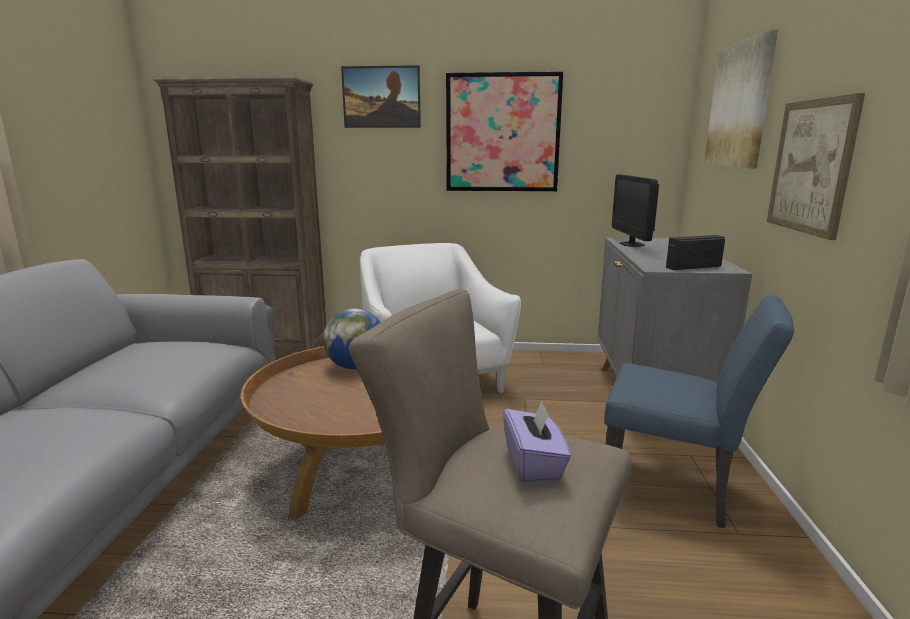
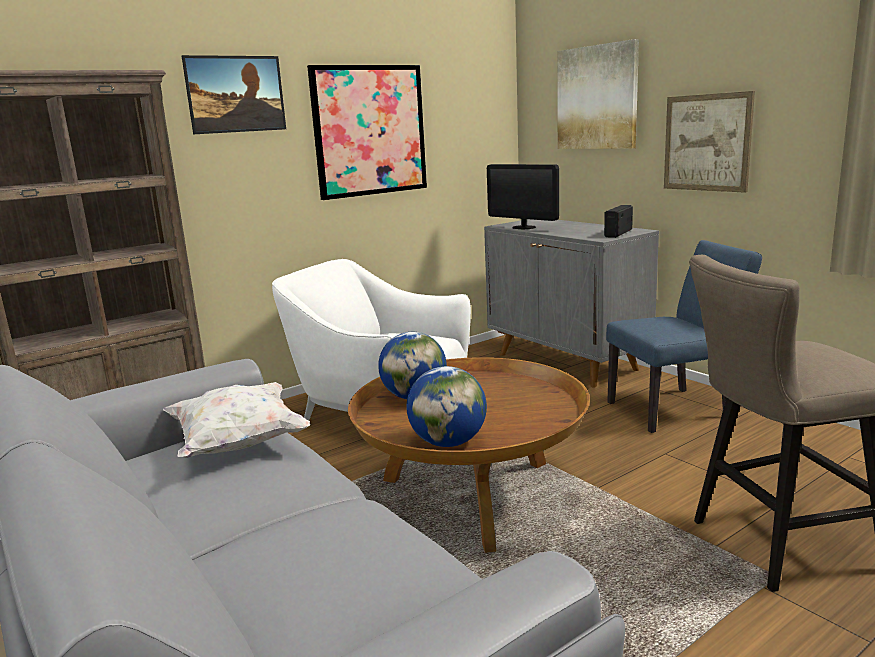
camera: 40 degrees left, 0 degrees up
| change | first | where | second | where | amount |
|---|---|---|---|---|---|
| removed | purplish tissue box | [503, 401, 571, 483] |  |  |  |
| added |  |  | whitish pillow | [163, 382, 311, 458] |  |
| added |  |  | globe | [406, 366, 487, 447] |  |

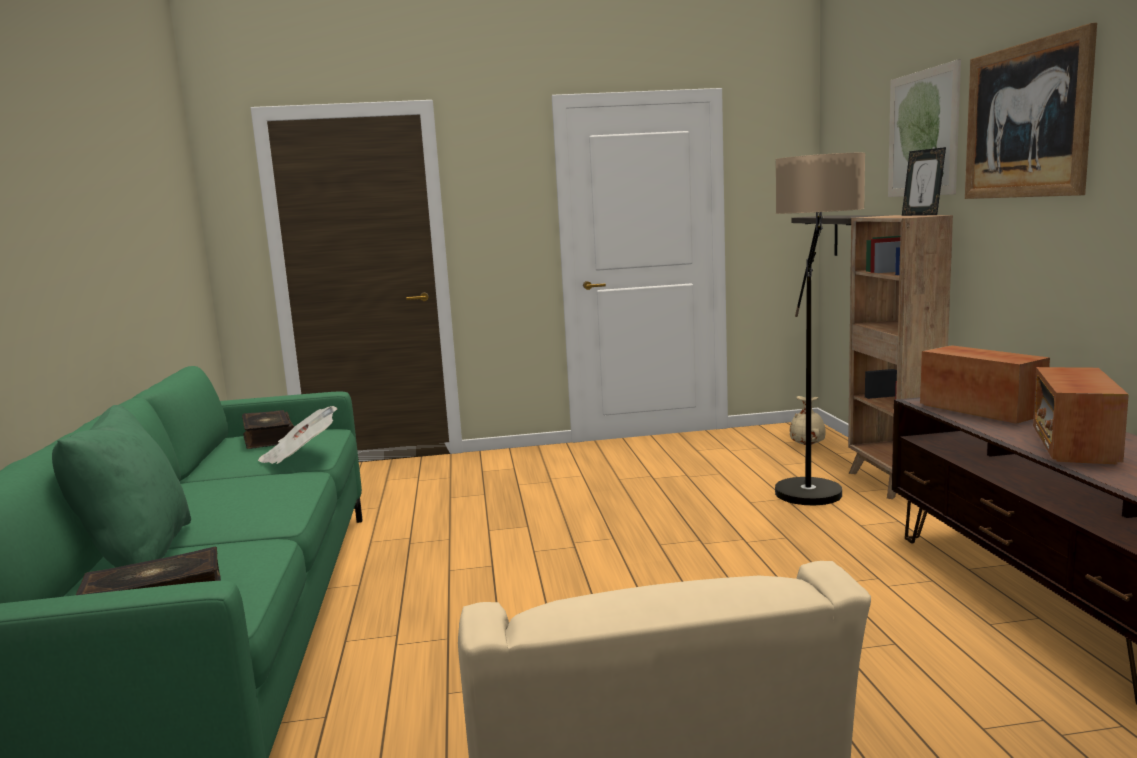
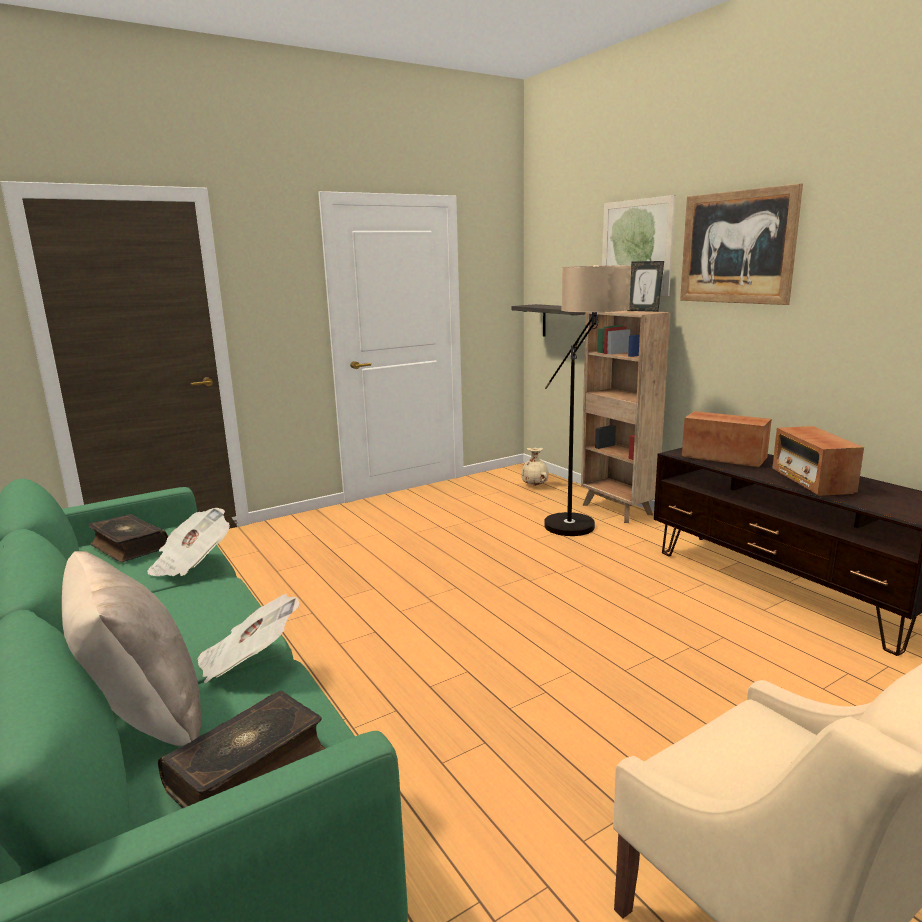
camera: 25 degrees left, 5 degrees up
| change | first | where | second | where | amount |
|---|---|---|---|---|---|
| recoloured | green-coloured pillow | [52, 405, 191, 567] | sand-coloured pillow | [62, 551, 201, 746] |  |
| added |  |  | printed paper | [197, 594, 299, 683] |  |

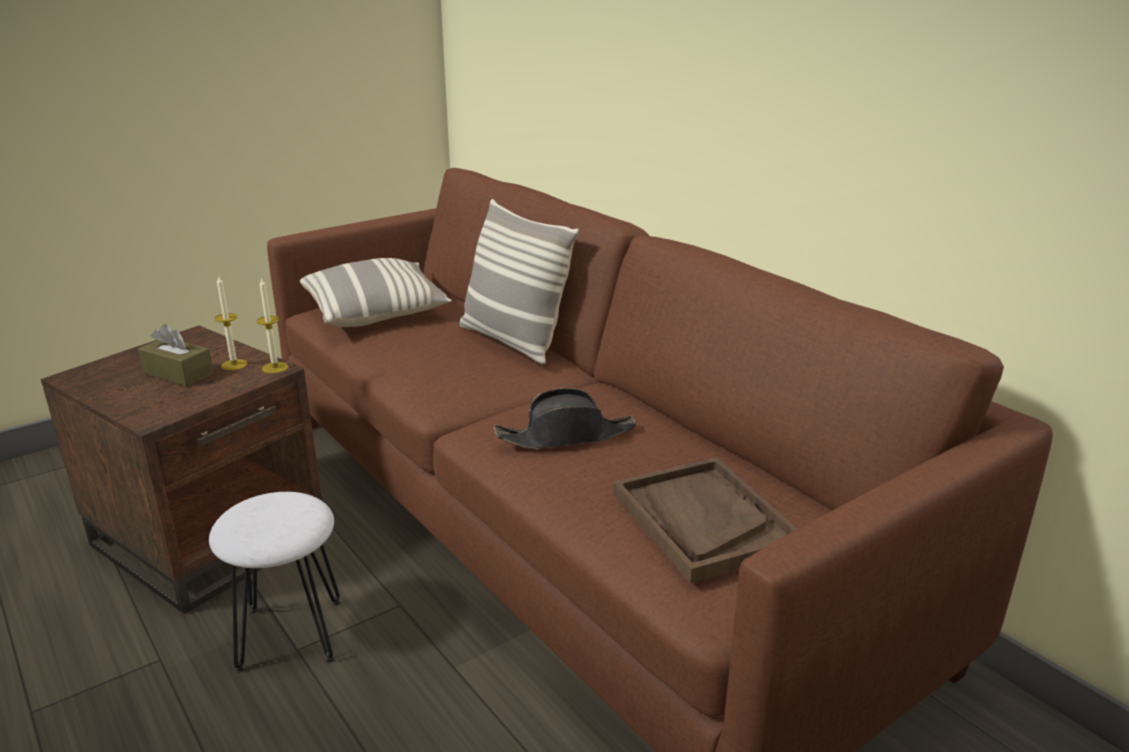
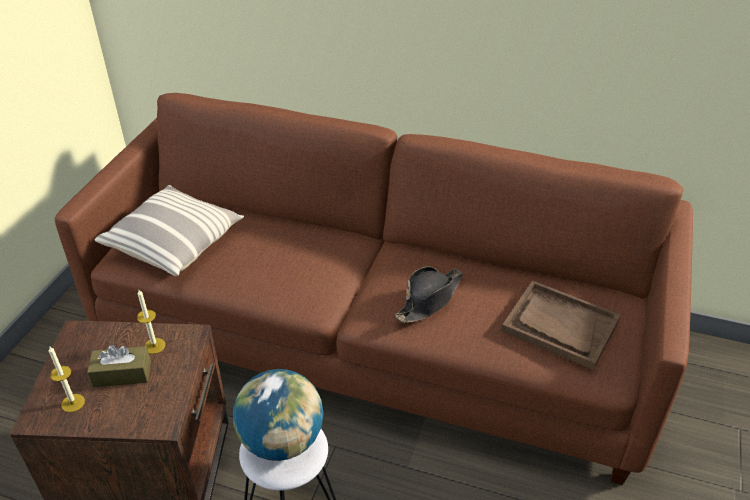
camera: 35 degrees left, 15 degrees up
| change | first | where | second | where | amount |
|---|---|---|---|---|---|
| moved | wax light | [256, 277, 288, 374] |  | [49, 347, 85, 412] |  |
| removed | pillow | [460, 199, 579, 365] |  |  |  |
| added |  |  | globe | [233, 369, 323, 461] |  |

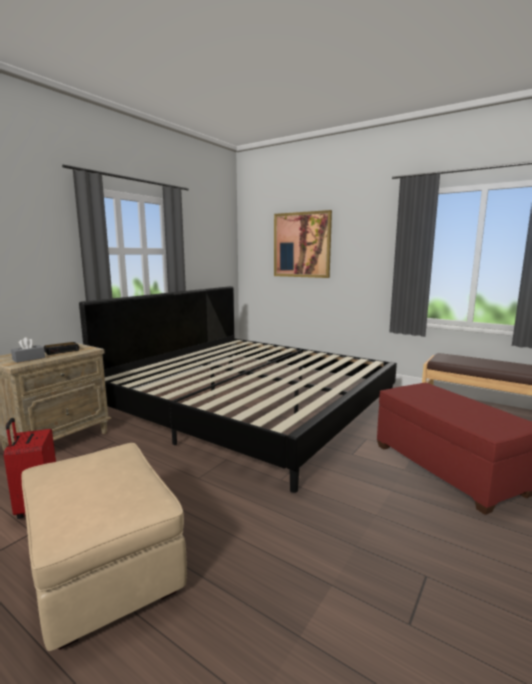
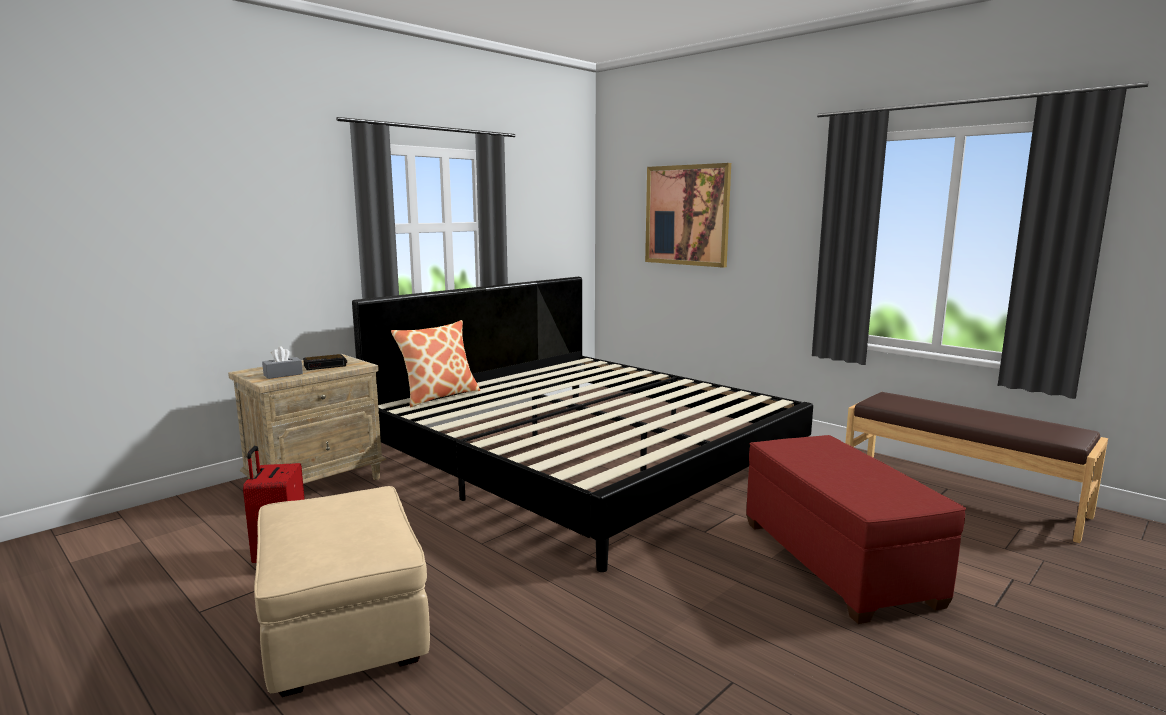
camera: 10 degrees right, 0 degrees up
| change | first | where | second | where | amount |
|---|---|---|---|---|---|
| added |  |  | pillow | [391, 320, 480, 407] |  |

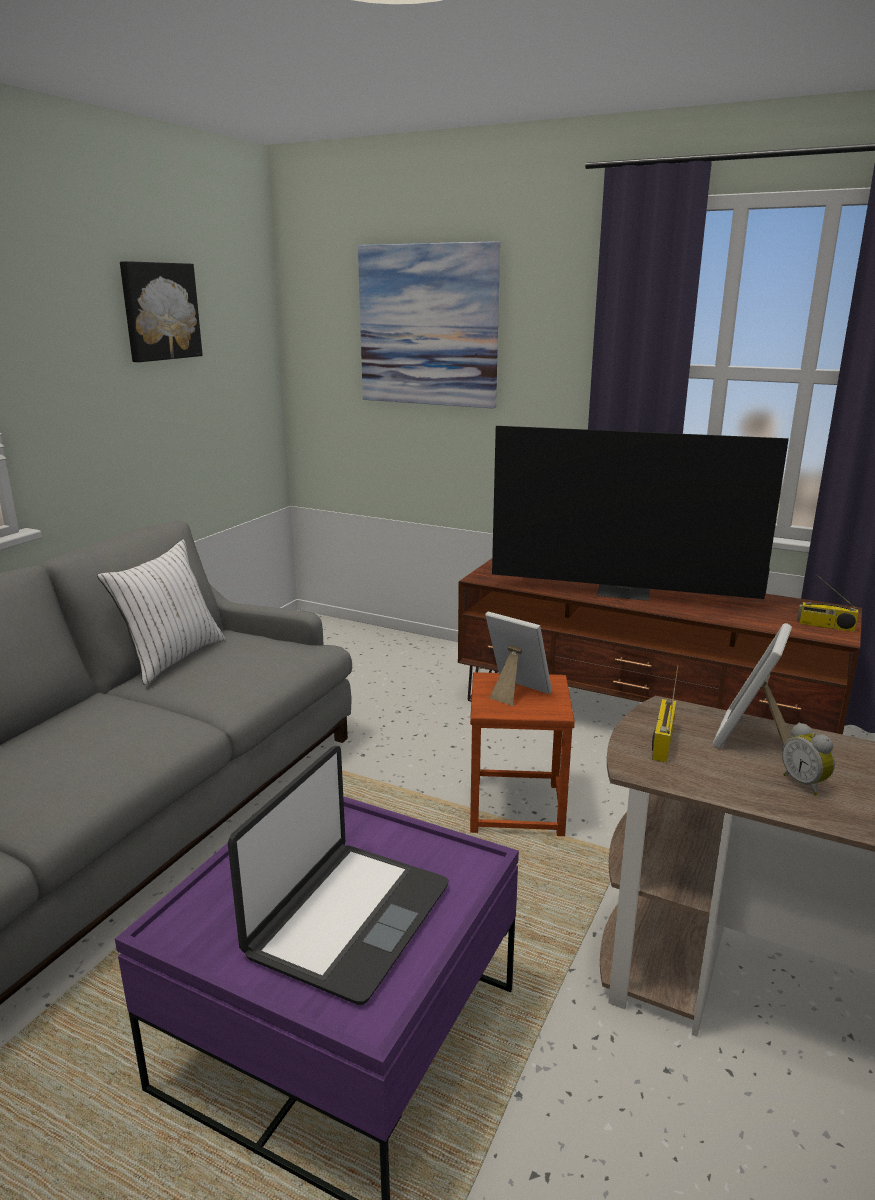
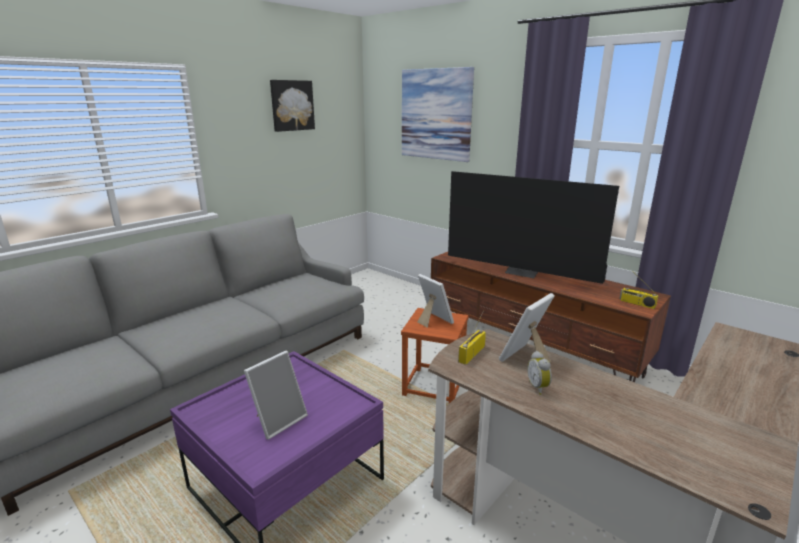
camera: 15 degrees right, 0 degrees up
| change | first | where | second | where | amount |
|---|---|---|---|---|---|
| removed | whitish pillow | [97, 540, 225, 685] |  |  |  |
| replaced | portable computer | [228, 746, 448, 1005] | picture frame | [244, 351, 308, 440] |  |

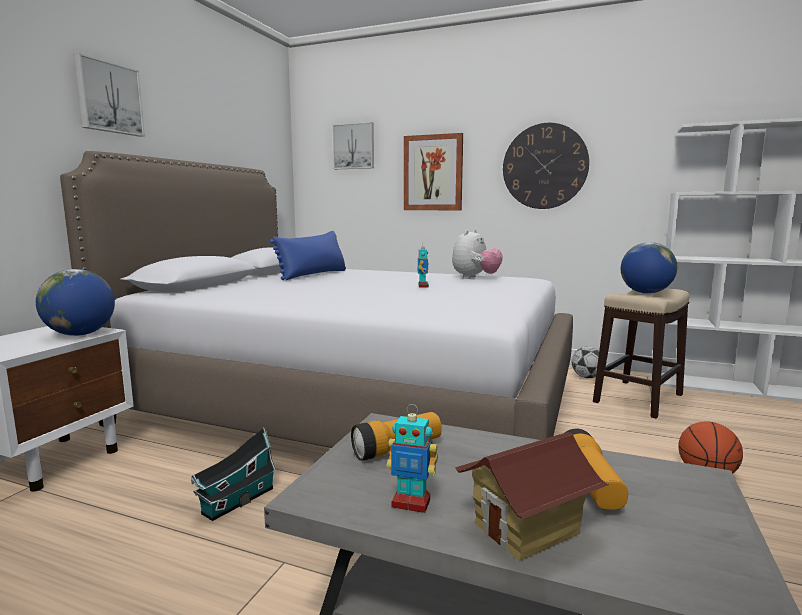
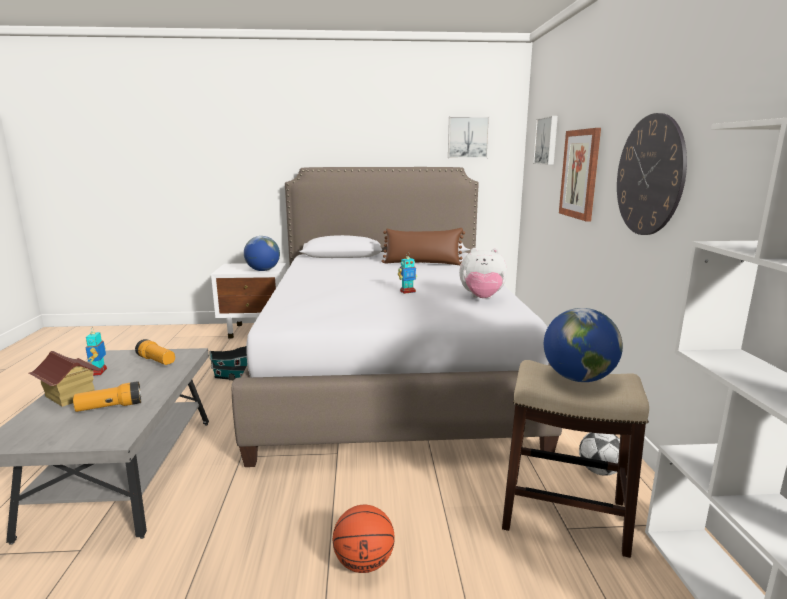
camera: 65 degrees right, 5 degrees up
| change | first | where | second | where | amount |
|---|---|---|---|---|---|
| moved | wall art | [74, 53, 145, 137] |  | [448, 116, 490, 158] |  |
| recoloured | bluish pillow | [270, 231, 346, 280] | brown-coloured pillow | [381, 228, 465, 265] |  |

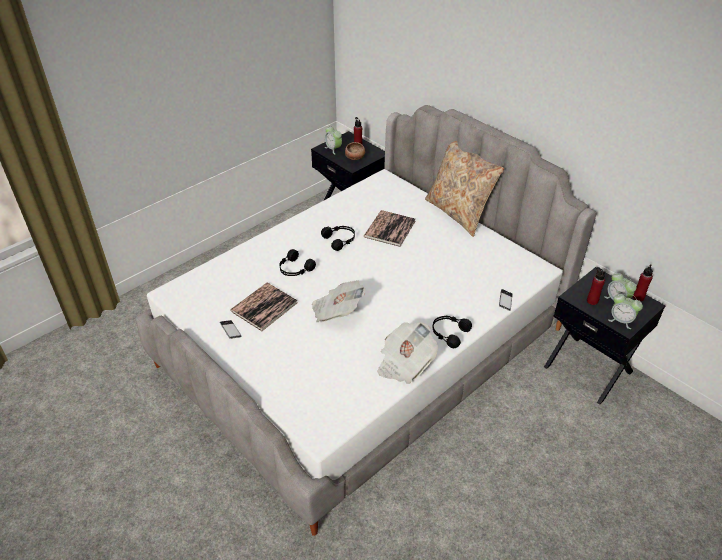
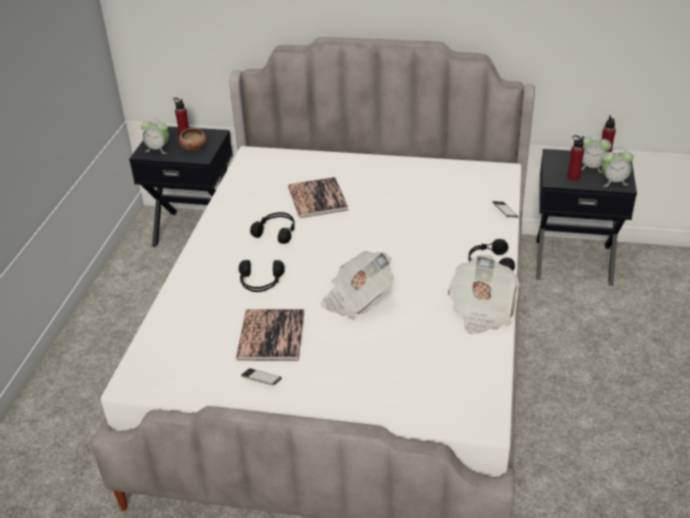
camera: 35 degrees left, 5 degrees down
| change | first | where | second | where | amount |
|---|---|---|---|---|---|
| removed | sand-coloured pillow | [425, 141, 504, 237] |  |  |  |

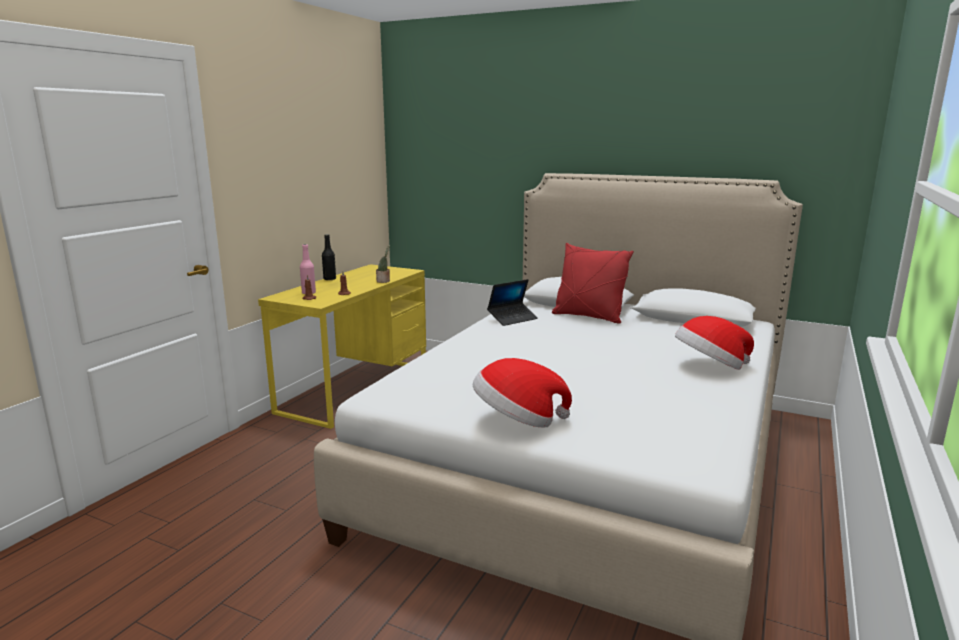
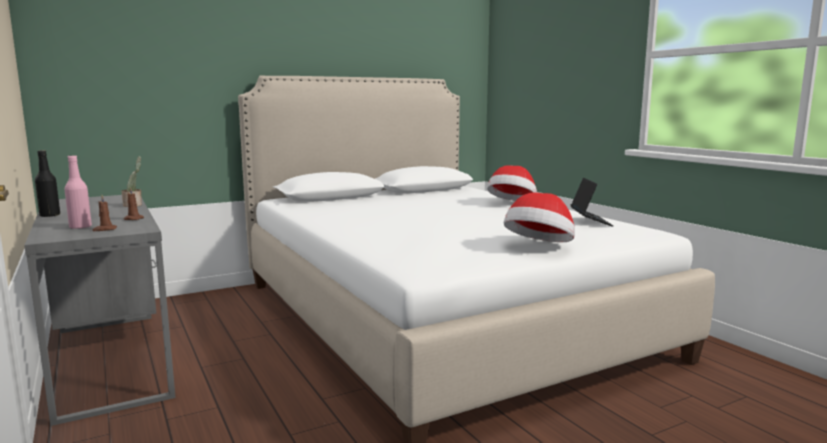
camera: 55 degrees left, 5 degrees down
| change | first | where | second | where | amount |
|---|---|---|---|---|---|
| recoloured | yellowish desk unit | [258, 264, 426, 429] | gray desk unit | [24, 195, 176, 426] |  |
| moved | portable computer | [487, 279, 538, 326] |  | [570, 177, 613, 226] |  |
| removed | red-coloured pillow | [552, 243, 634, 324] |  |  |  |

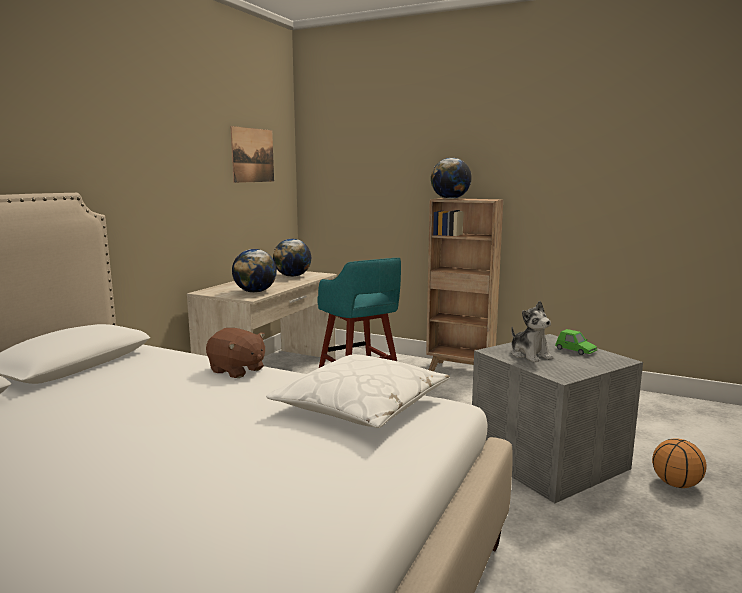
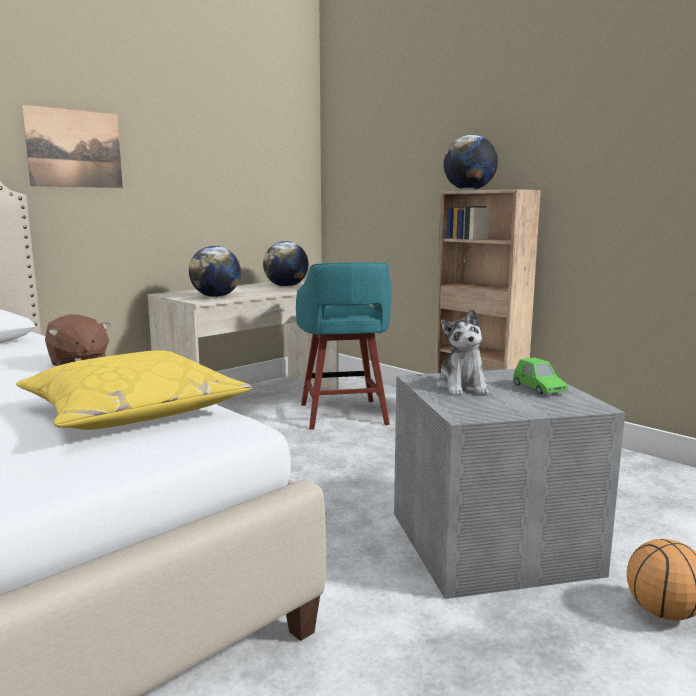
camera: 20 degrees right, 0 degrees up
| change | first | where | second | where | amount |
|---|---|---|---|---|---|
| moved | wall art | [230, 126, 274, 183] |  | [22, 105, 123, 188] |  |
| recoloured | whitish pillow | [266, 354, 450, 428] | yellowish pillow | [16, 350, 252, 430] |  |

